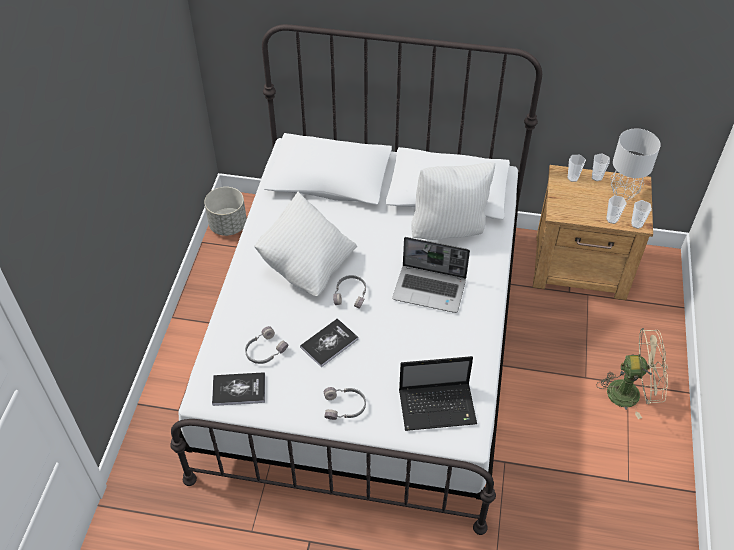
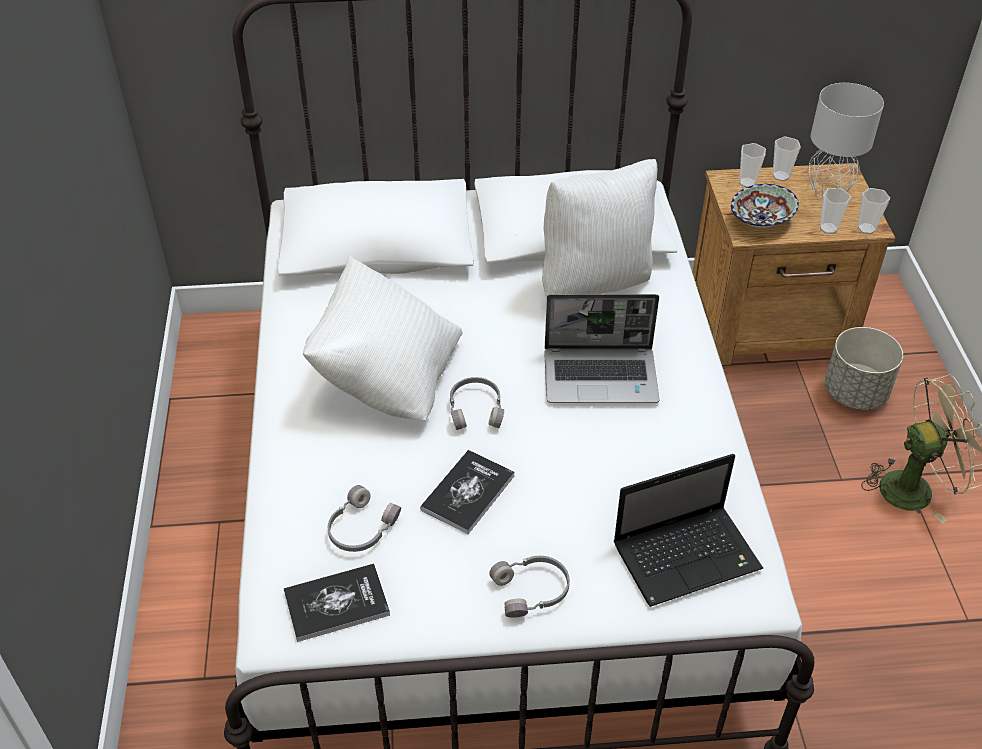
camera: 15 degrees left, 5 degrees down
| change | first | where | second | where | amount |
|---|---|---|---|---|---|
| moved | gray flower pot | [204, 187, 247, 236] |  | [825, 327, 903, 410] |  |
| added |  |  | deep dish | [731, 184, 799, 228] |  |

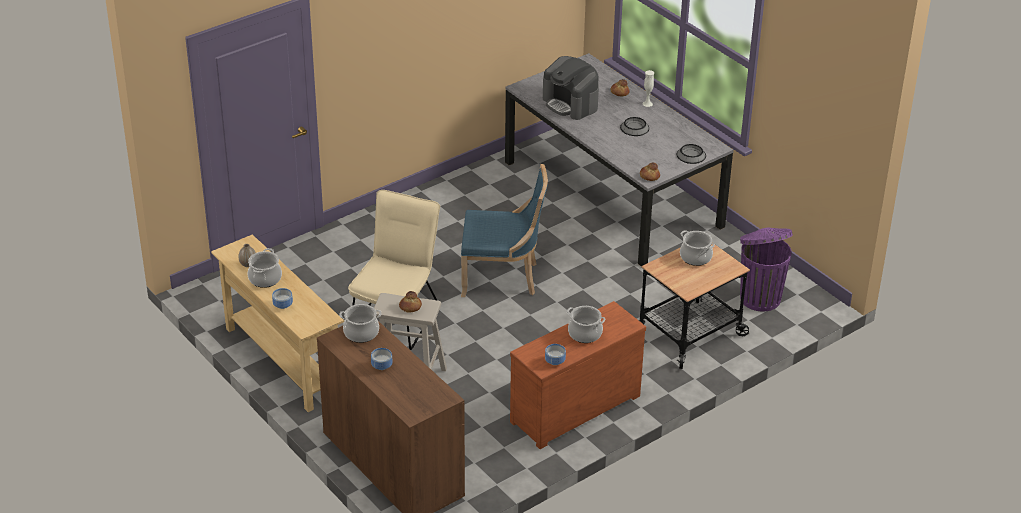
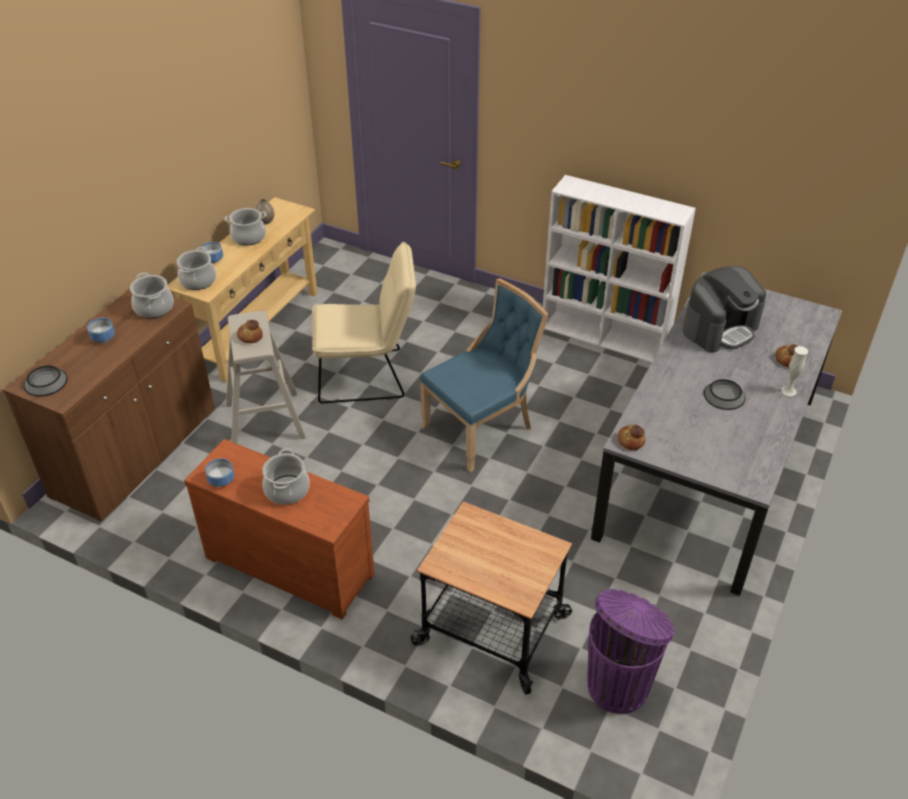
camera: 65 degrees right, 5 degrees up
| change | first | where | second | where | amount |
|---|---|---|---|---|---|
| turned | bluish upright chair | [461, 164, 548, 297] |  | [420, 278, 549, 472] | 105 degrees counterclockwise |
| turned | coffee machine | [543, 56, 599, 120] |  | [683, 266, 766, 353] | 150 degrees counterclockwise |
| moved | deep dish | [677, 144, 706, 164] |  | [24, 366, 68, 397] |  |
| moved | stockpot | [680, 230, 715, 266] |  | [177, 247, 216, 290] |  |
| added |  |  | whitish bookshelf | [543, 175, 696, 363] |  |

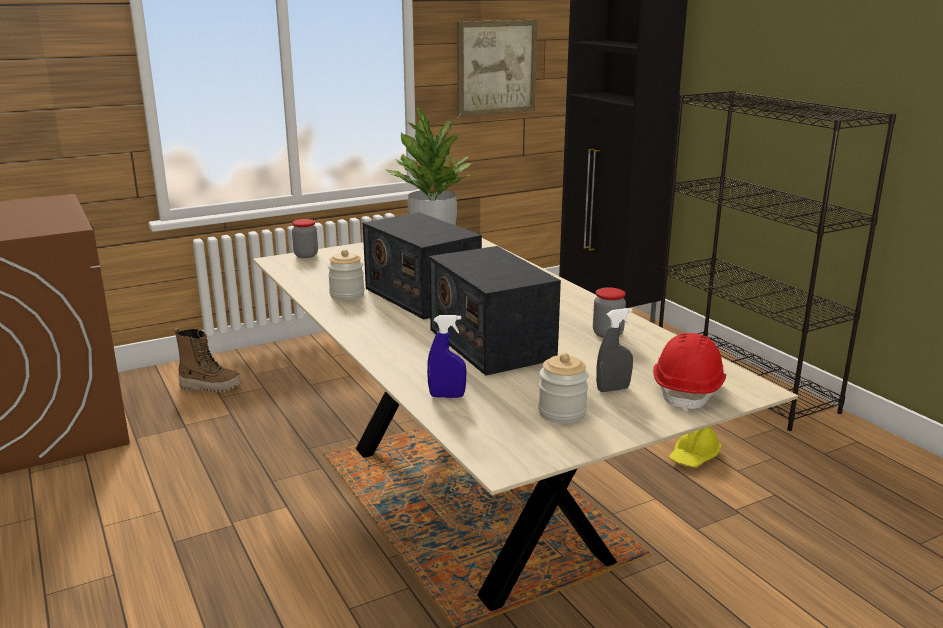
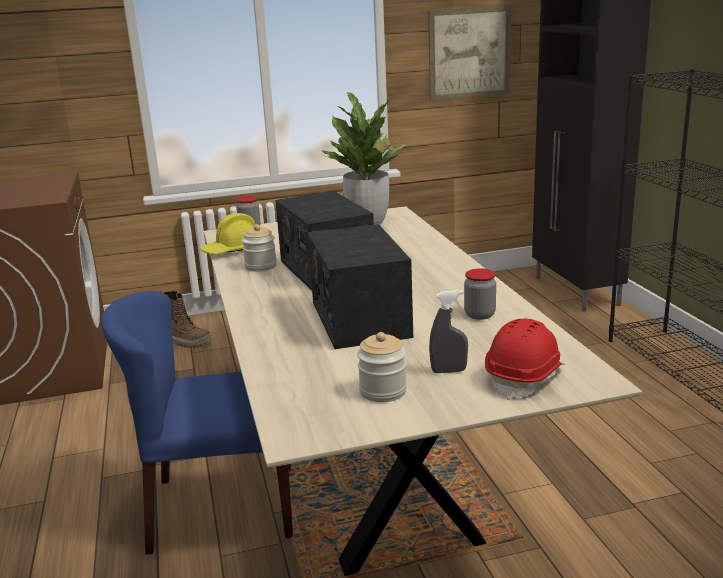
camera: 15 degrees right, 0 degrees up
| change | first | where | second | where | amount |
|---|---|---|---|---|---|
| removed | bluish hand sprayer | [427, 315, 467, 398] |  |  |  |
| moved | yellowish safety helmet | [669, 426, 721, 467] |  | [200, 213, 256, 254] |  |
| added |  |  | bluish upright chair | [101, 291, 293, 555] |  |

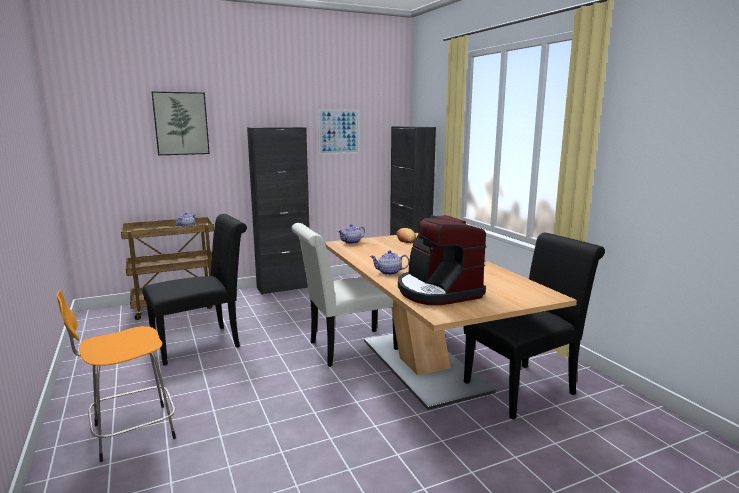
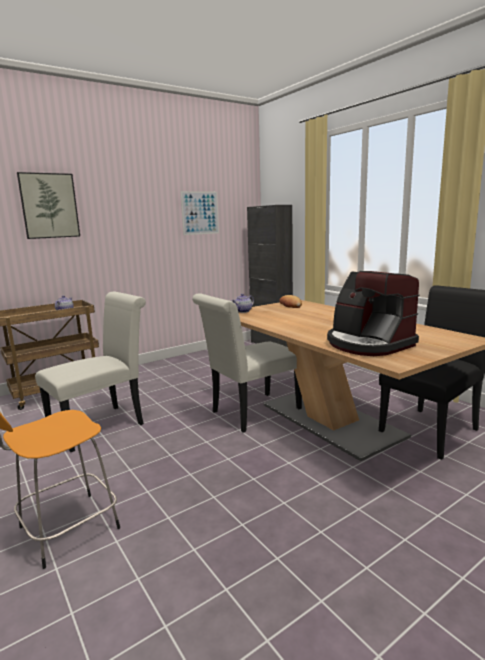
camera: 10 degrees left, 0 degrees up
| change | first | where | second | where | amount |
|---|---|---|---|---|---|
| recoloured | blackish upright chair | [142, 214, 247, 366] | whitish upright chair | [35, 292, 146, 452] |  |
| removed | blackish cupboard | [247, 127, 310, 295] |  |  |  |
| removed | pot for tea | [370, 250, 409, 275] |  |  |  |

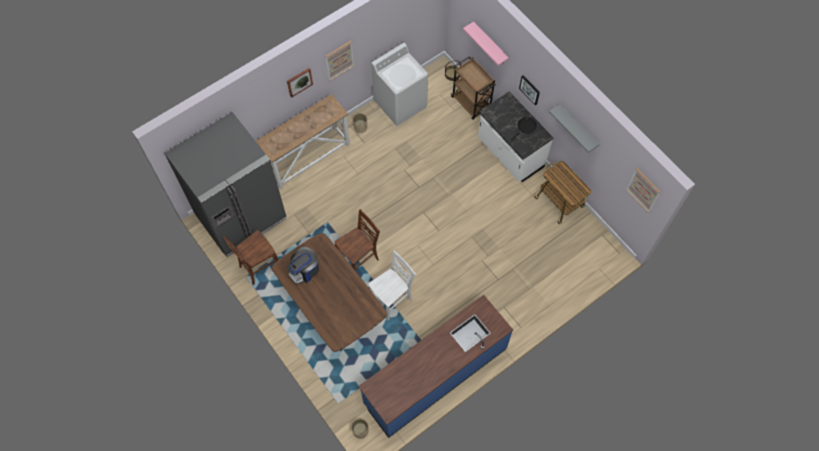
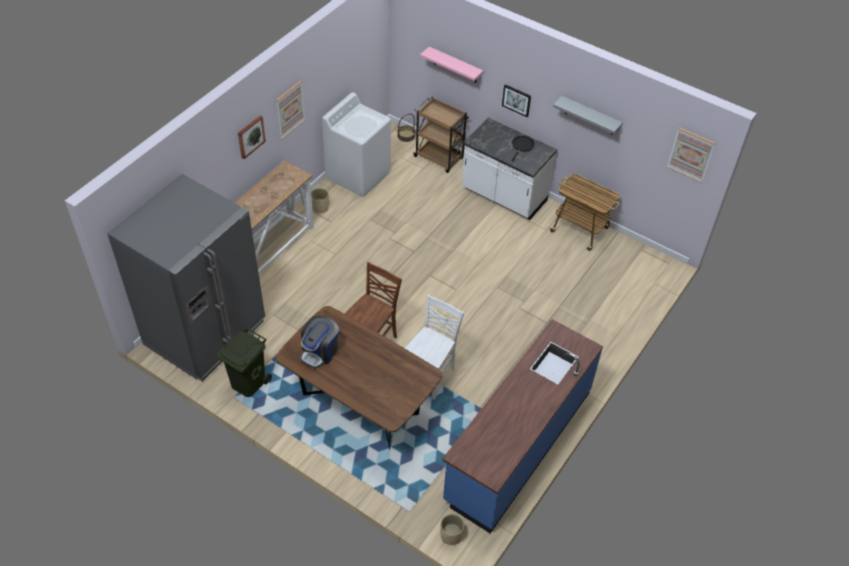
camera: 20 degrees left, 15 degrees down
| change | first | where | second | where | amount |
|---|---|---|---|---|---|
| replaced | brown-coloured upright chair | [223, 230, 278, 285] | green-coloured waste bin | [216, 328, 272, 397] |  |

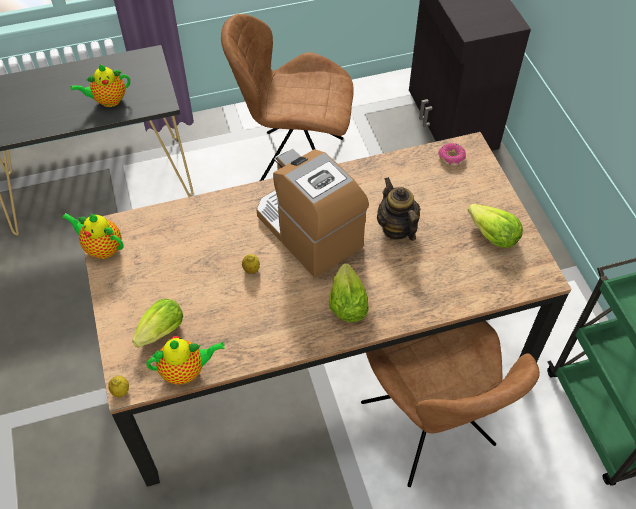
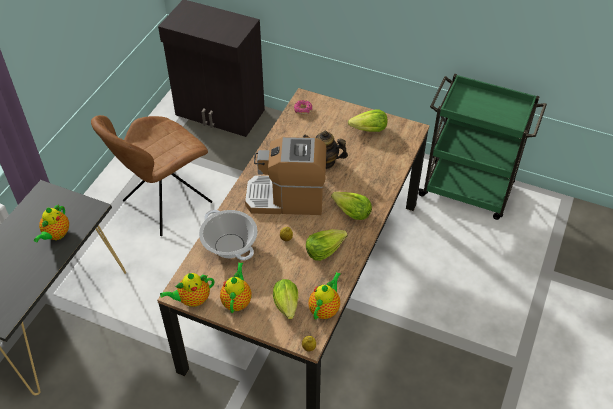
camera: 50 degrees left, 5 degrees down
| change | first | where | second | where | amount |
|---|---|---|---|---|---|
| removed | brown-coloured upright chair | [361, 321, 540, 487] |  |  |  |
| added |  |  | stockpot | [199, 210, 258, 260] |  |
| added |  |  | pot for tea | [220, 262, 251, 313] |  |
| added |  |  | lettuce head | [306, 229, 348, 261] |  |

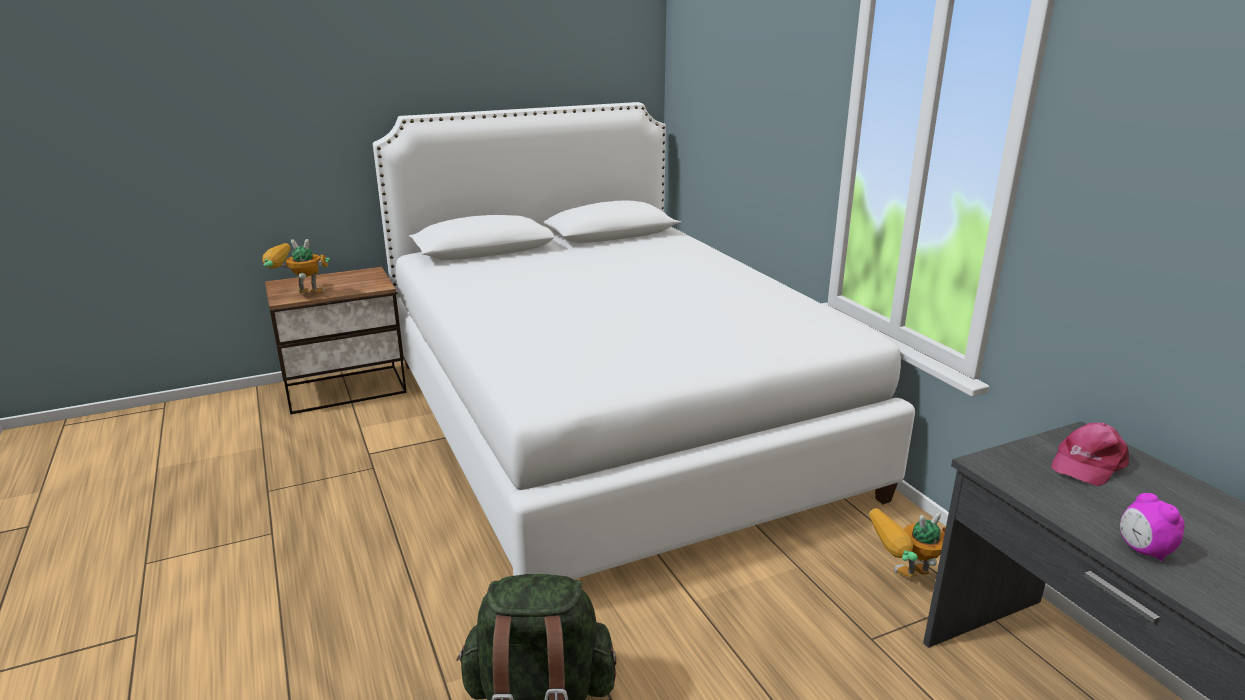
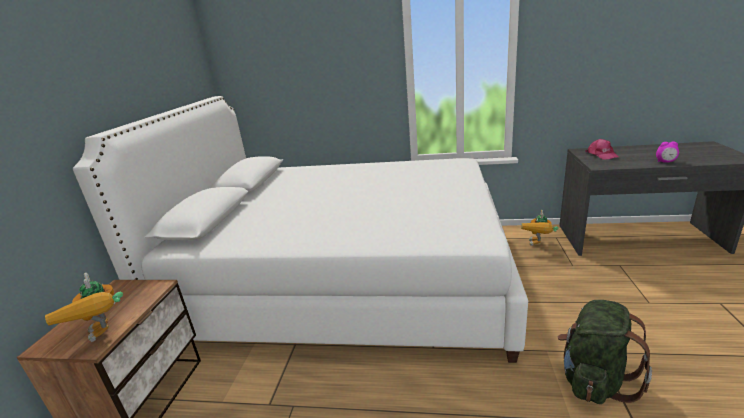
camera: 55 degrees left, 0 degrees up
| change | first | where | second | where | amount |
|---|---|---|---|---|---|
| turned | model robot | [262, 239, 330, 293] |  | [45, 273, 123, 342] | 60 degrees counterclockwise |

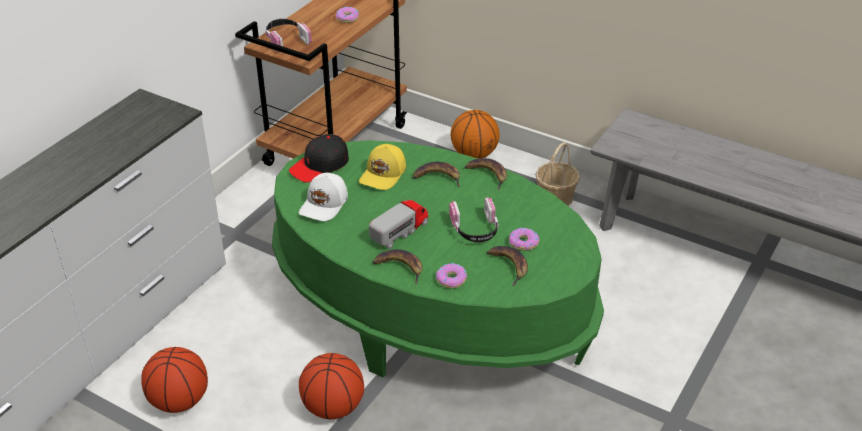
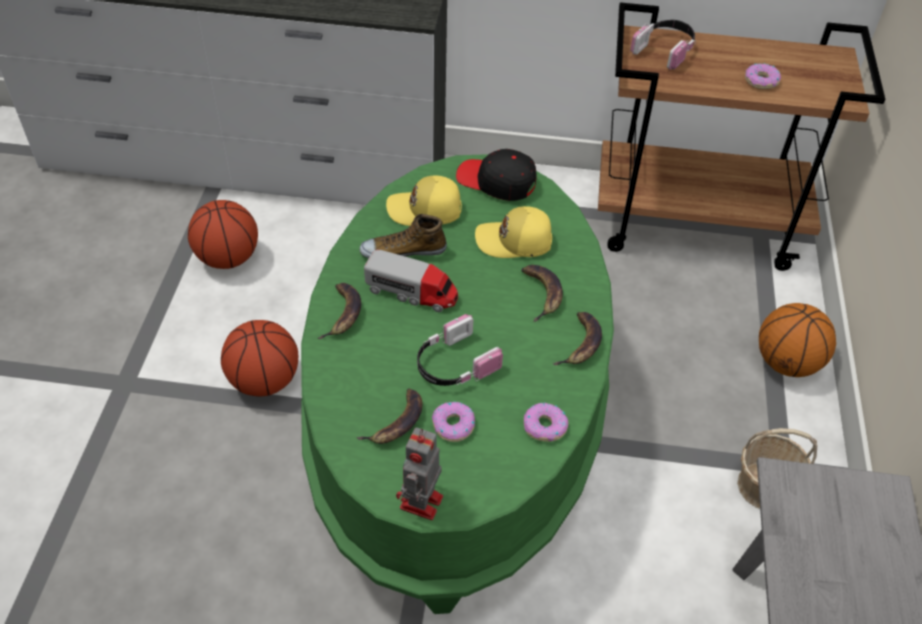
camera: 65 degrees right, 10 degrees up
| change | first | where | second | where | amount |
|---|---|---|---|---|---|
| recoloured | whitish baseball cap | [299, 173, 348, 221] | yellowish baseball cap | [386, 176, 462, 226] |  |
| moved | doughnut | [436, 263, 467, 288] |  | [524, 402, 568, 442] |  |
| added |  |  | shoe | [360, 214, 447, 259] |  |
| added |  |  | model robot | [396, 427, 443, 520] |  |

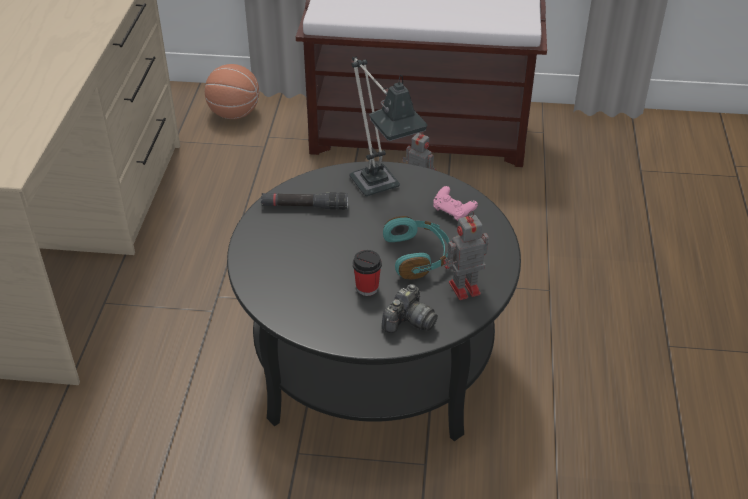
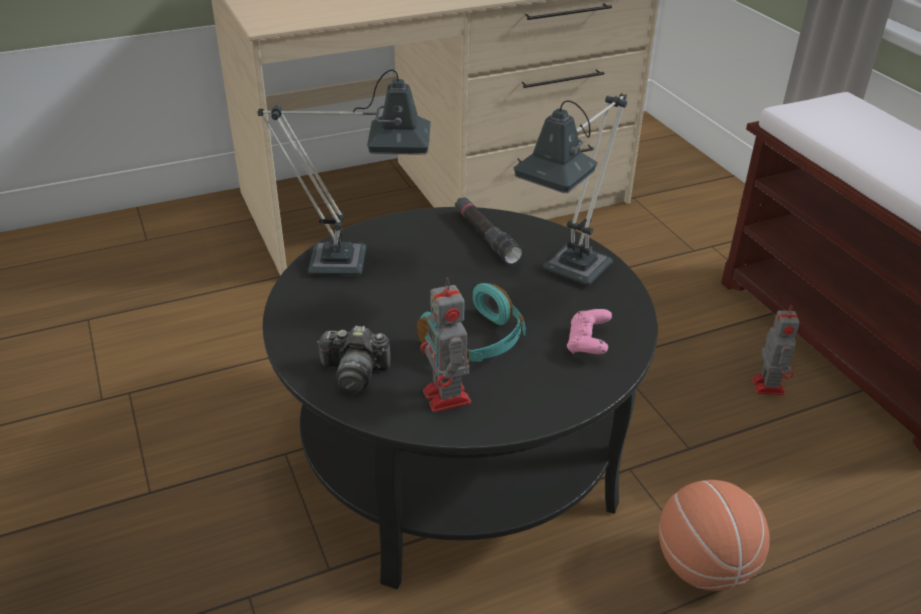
camera: 60 degrees right, 5 degrees down
| change | first | where | second | where | amount |
|---|---|---|---|---|---|
| moved | ball for basketball | [205, 64, 259, 119] |  | [659, 480, 770, 591] |  |
| removed | drinking cup | [353, 250, 382, 296] |  |  |  |
| turned | model robot | [443, 211, 489, 300] |  | [420, 277, 471, 412] | 150 degrees counterclockwise |
| added |  |  | lamp for a table | [258, 70, 431, 275] |  |

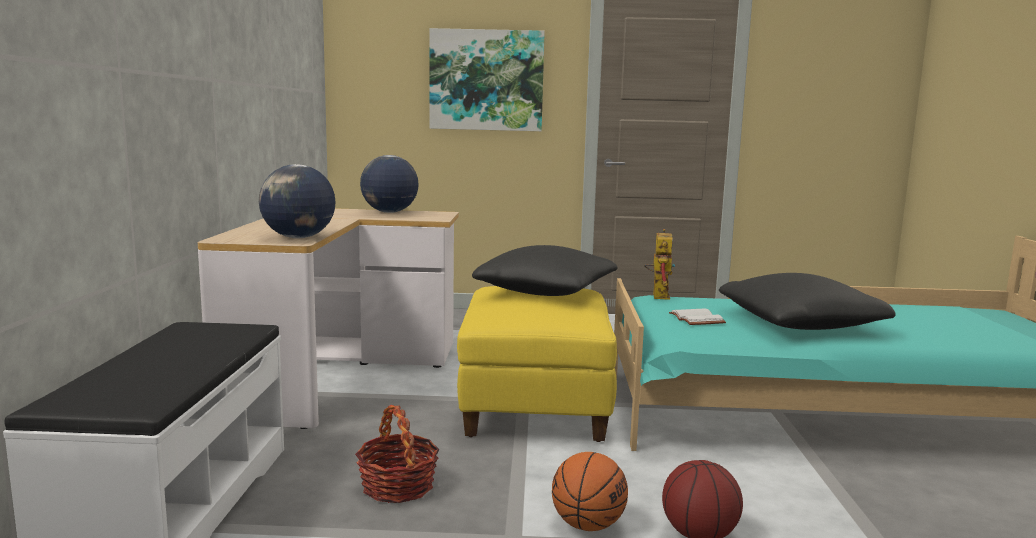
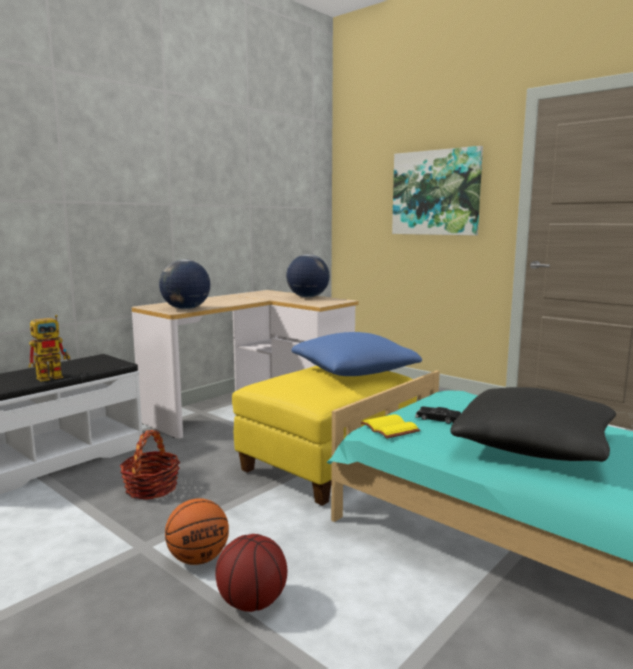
camera: 40 degrees right, 0 degrees up
| change | first | where | second | where | amount |
|---|---|---|---|---|---|
| recoloured | blackish pillow | [472, 245, 618, 296] | bluish pillow | [292, 332, 422, 376] |  |
| moved | model robot | [644, 229, 675, 300] |  | [29, 315, 70, 382] |  |
| replaced | whitish volume | [669, 309, 726, 325] | blackish miniature car | [415, 406, 461, 424] |  |
| added |  |  | yellowish volume | [361, 414, 420, 438] |  |

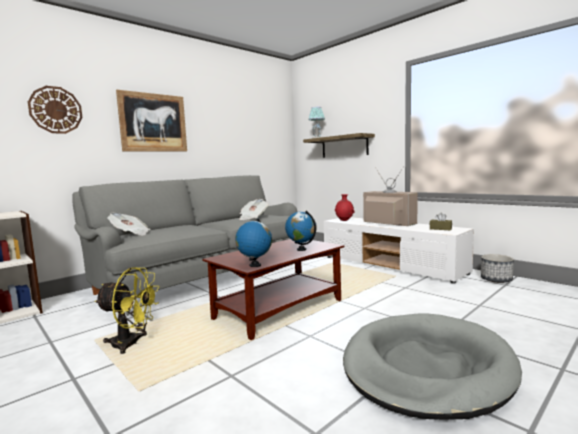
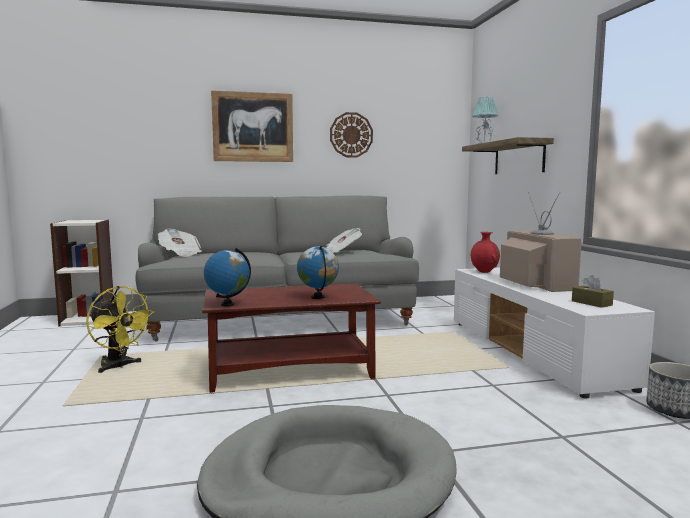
camera: 30 degrees right, 0 degrees up
| change | first | where | second | where | amount |
|---|---|---|---|---|---|
| moved | hanging clock | [28, 86, 82, 134] |  | [330, 112, 373, 157] |  |

